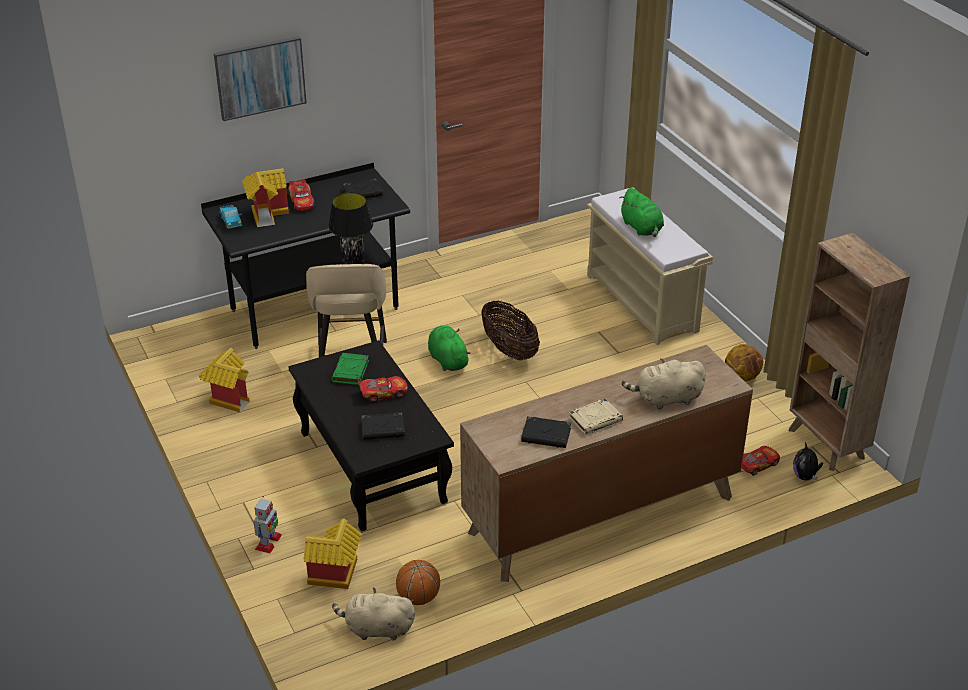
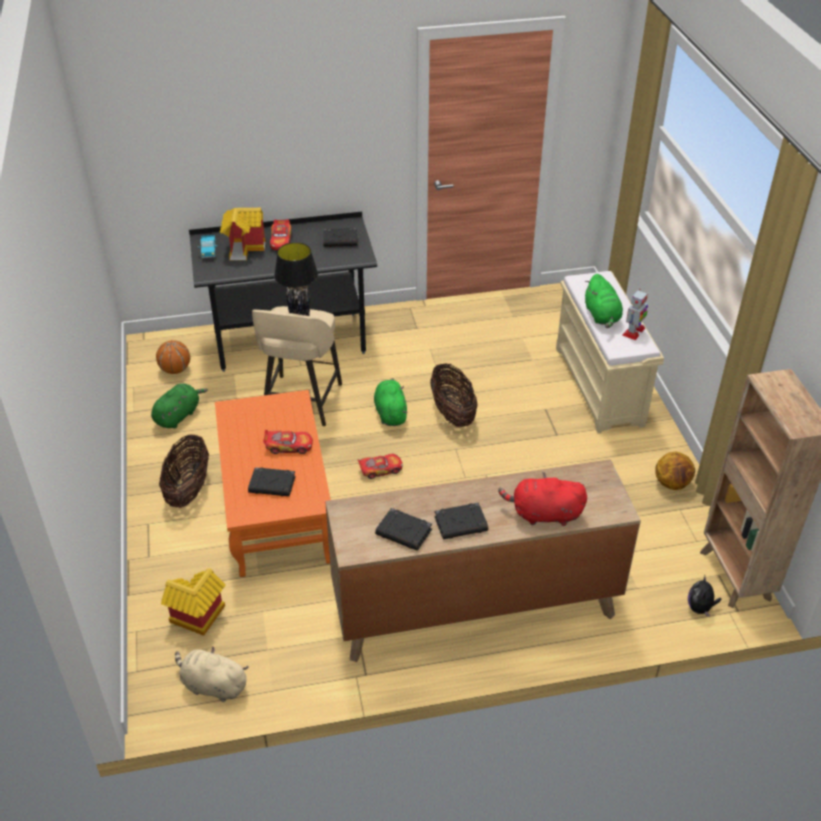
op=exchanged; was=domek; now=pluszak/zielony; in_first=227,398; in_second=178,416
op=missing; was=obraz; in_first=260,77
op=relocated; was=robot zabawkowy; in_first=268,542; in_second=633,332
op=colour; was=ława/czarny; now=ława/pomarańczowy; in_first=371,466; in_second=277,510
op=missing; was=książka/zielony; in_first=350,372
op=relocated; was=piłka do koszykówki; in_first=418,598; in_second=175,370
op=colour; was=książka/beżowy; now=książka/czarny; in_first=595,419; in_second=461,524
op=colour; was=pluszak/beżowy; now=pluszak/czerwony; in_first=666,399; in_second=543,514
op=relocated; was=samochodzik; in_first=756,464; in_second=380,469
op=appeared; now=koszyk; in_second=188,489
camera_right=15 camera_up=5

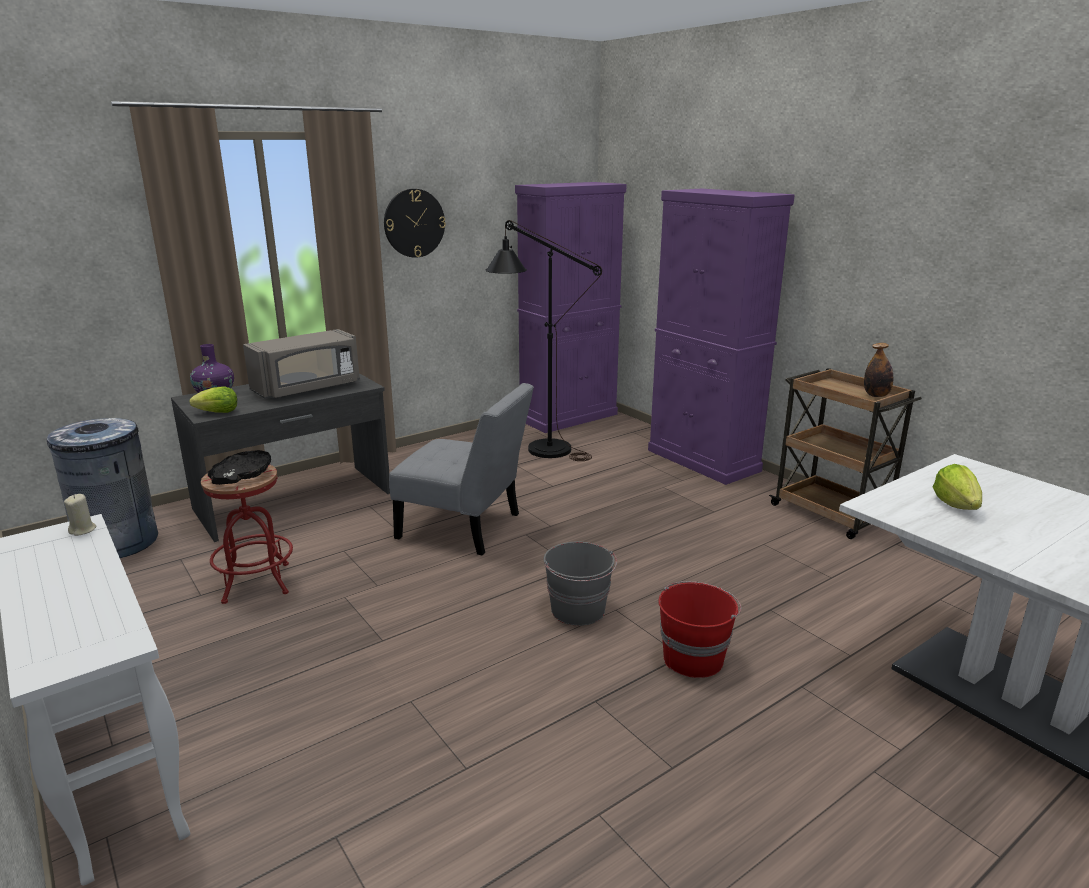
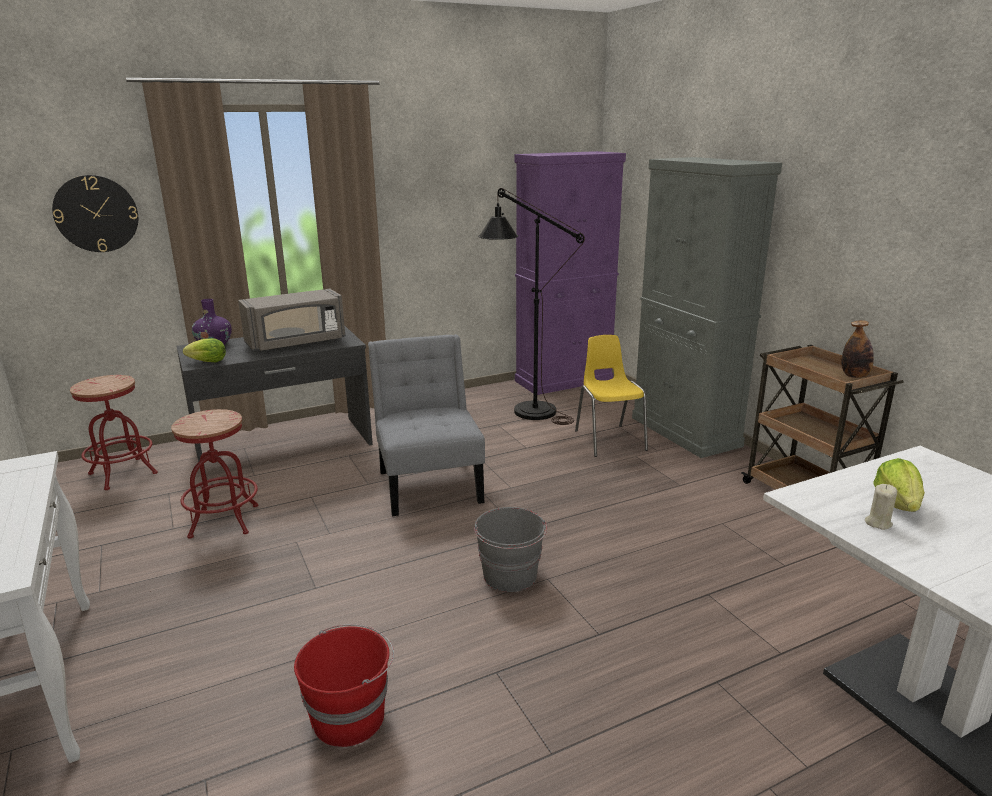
op=exchanged; was=kosz na śmieci/szary; now=stołek/czerwony; in_first=118,542; in_second=123,474
op=relocated; was=świeca/beżowy; in_first=83,530; in_second=878,523
op=missing; was=miska/czarny; in_first=241,476
op=relocated; was=zegar ścienny; in_first=414,223; in_second=96,214
op=spun; was=krzesło/szary; in_first=465,528; in_second=429,483; clockwise=-135
op=colour; was=szafka/fioletowy; now=szafka/szary; in_first=703,460; in_second=685,432
op=relocated; was=wiadro/czerwony; in_first=693,657; in_second=350,717
op=appeared; now=krzesło/żółty; in_second=609,440
camera_right=10 camera_up=0

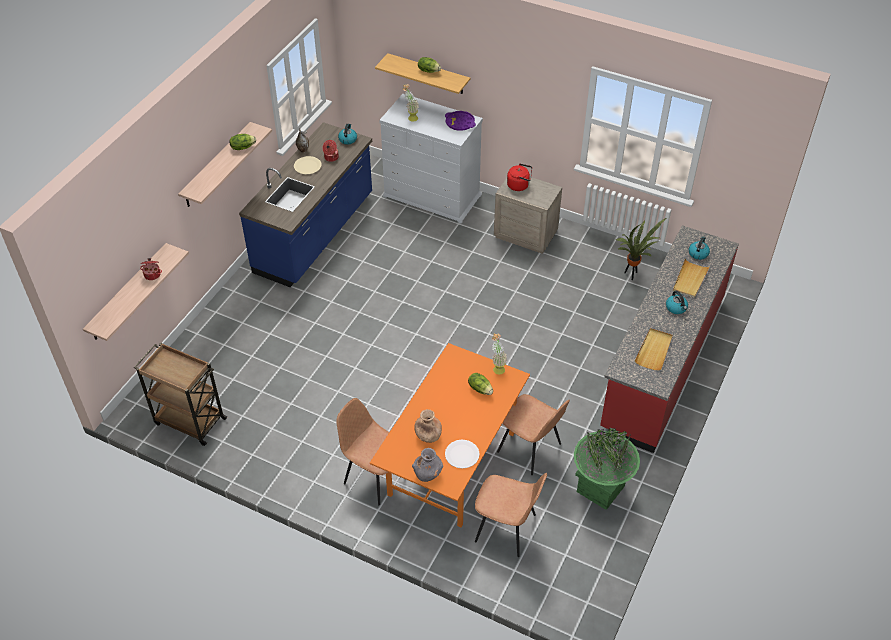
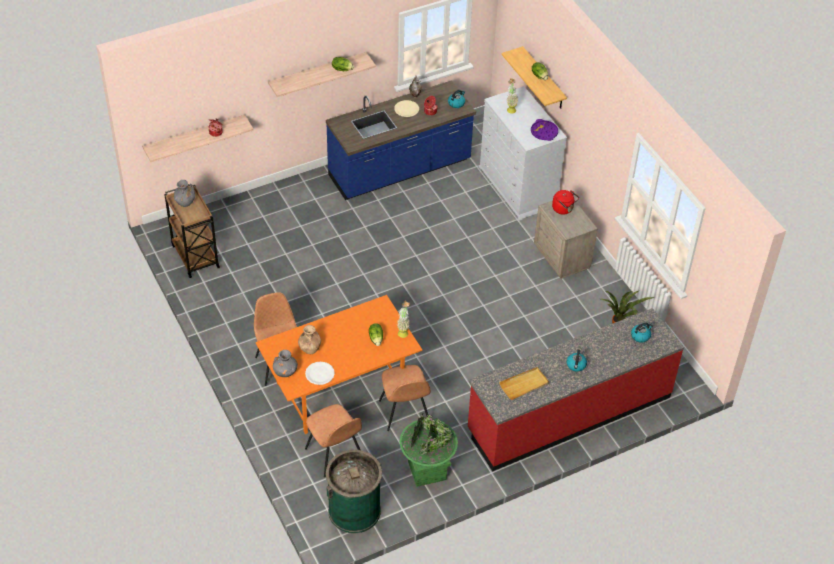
op=missing; was=taca/beżowy; in_first=690,280
op=appeared; now=wazon/szary; in_second=185,202
op=appeared; now=kosz na śmieci/zielony; in_second=354,510
camera_right=35 camera_up=0

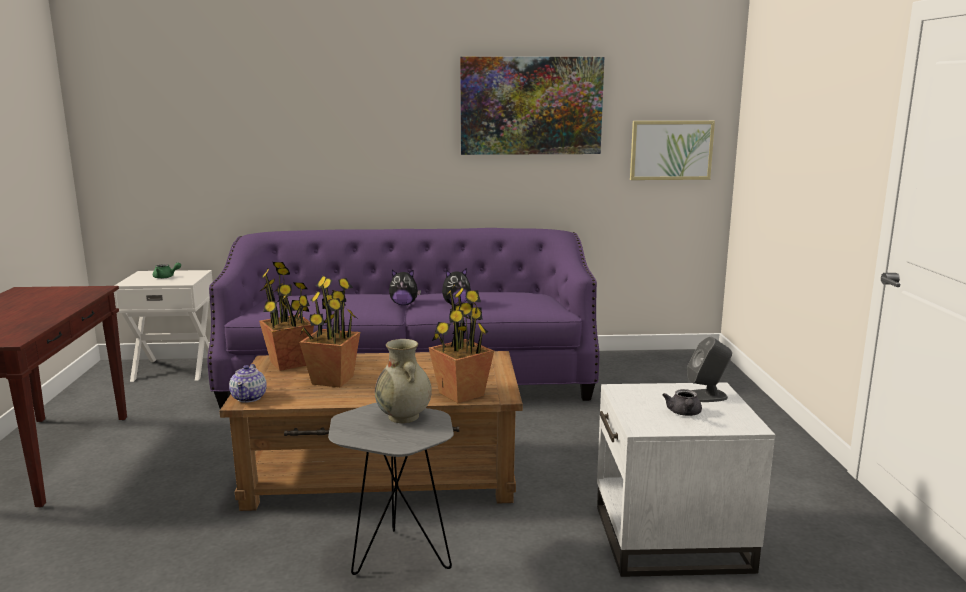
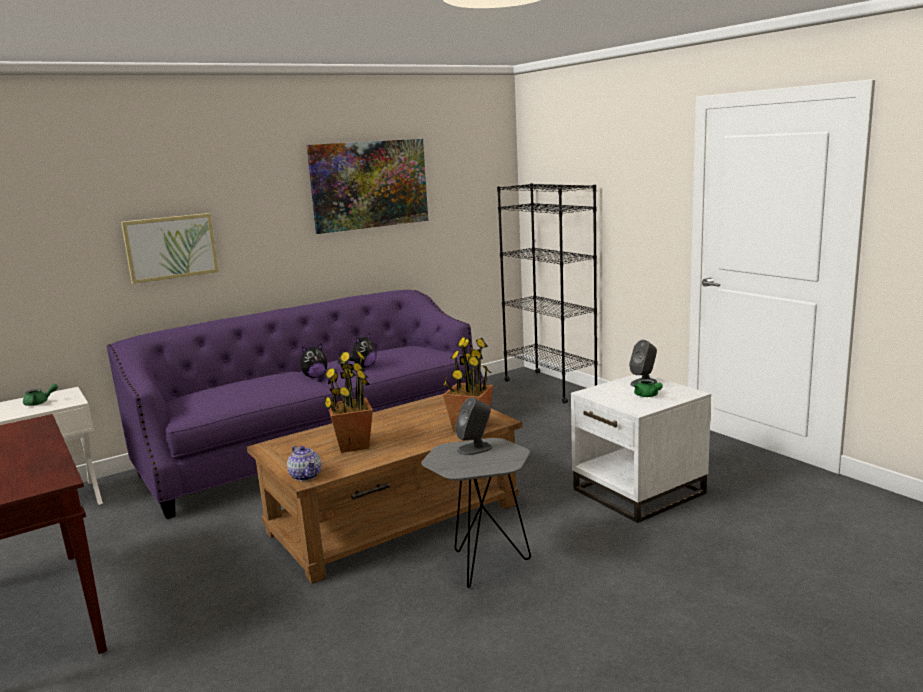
op=missing; was=roślina doniczkowa; in_first=289,363
op=exchanged; was=wazon/beżowy; now=głośnik/szary; in_first=404,417; in_second=475,448
op=relocated; was=obraz; in_first=671,150; in_second=171,247
op=colour; was=imbryk/szary; now=imbryk/zielony; in_first=684,413; in_second=647,396
op=appeared; now=regał/czarny; in_second=550,386
camera_right=-30 camera_up=0

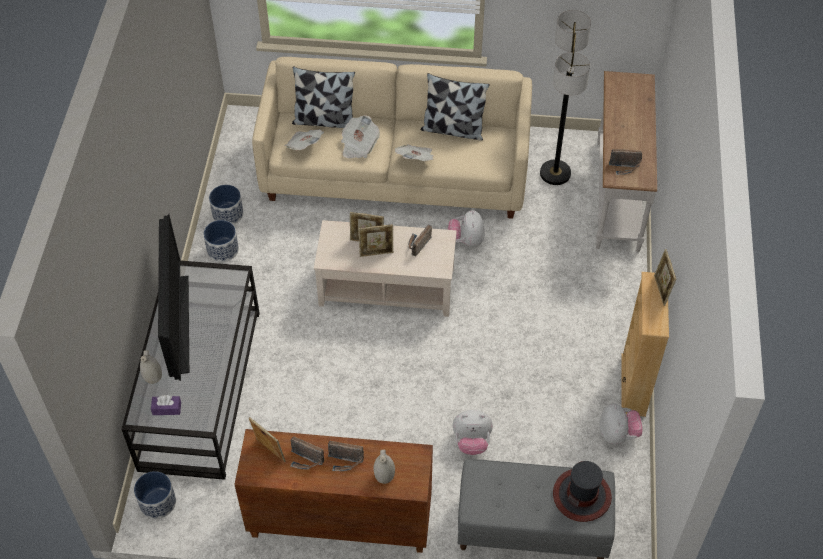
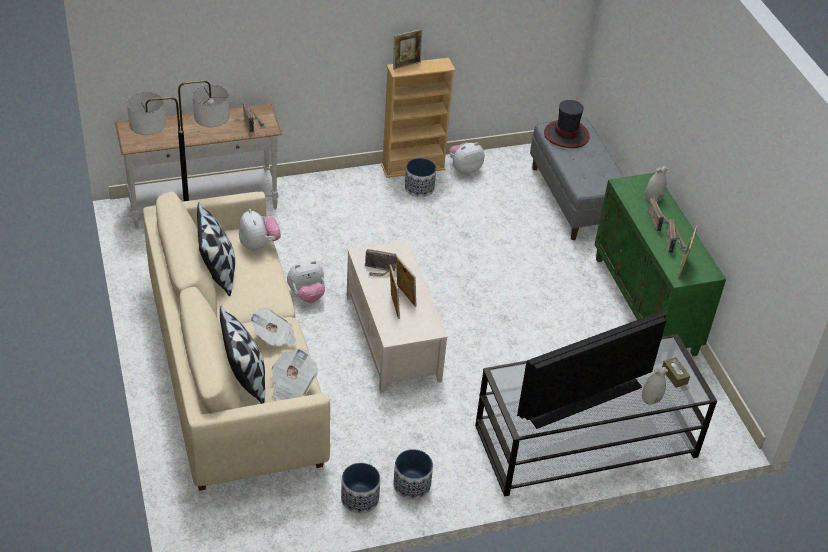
op=relocated; was=donica; in_first=158,502; in_second=419,188
op=colour; was=pudełko chusteczek/fioletowy; now=pudełko chusteczek/brązowy; in_first=167,408; in_second=674,376
op=colour; was=szafka/brązowy; now=szafka/zielony; in_first=339,522; in_second=646,306
op=missing; was=gazeta; in_first=416,160
op=relocated; was=pluszak; in_first=471,441; in_second=259,245
camera_right=-115 camera_up=-10

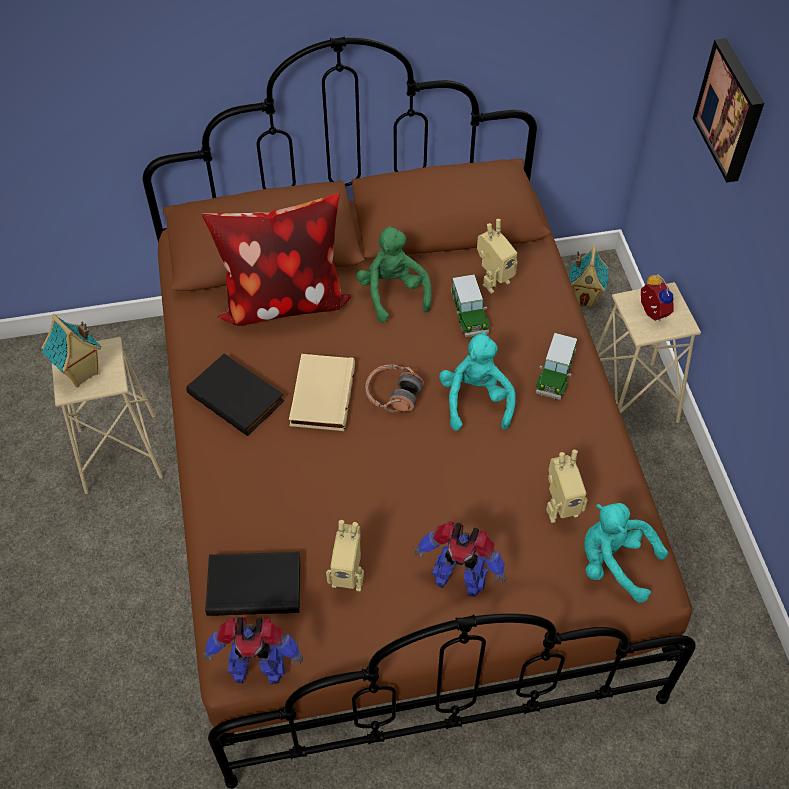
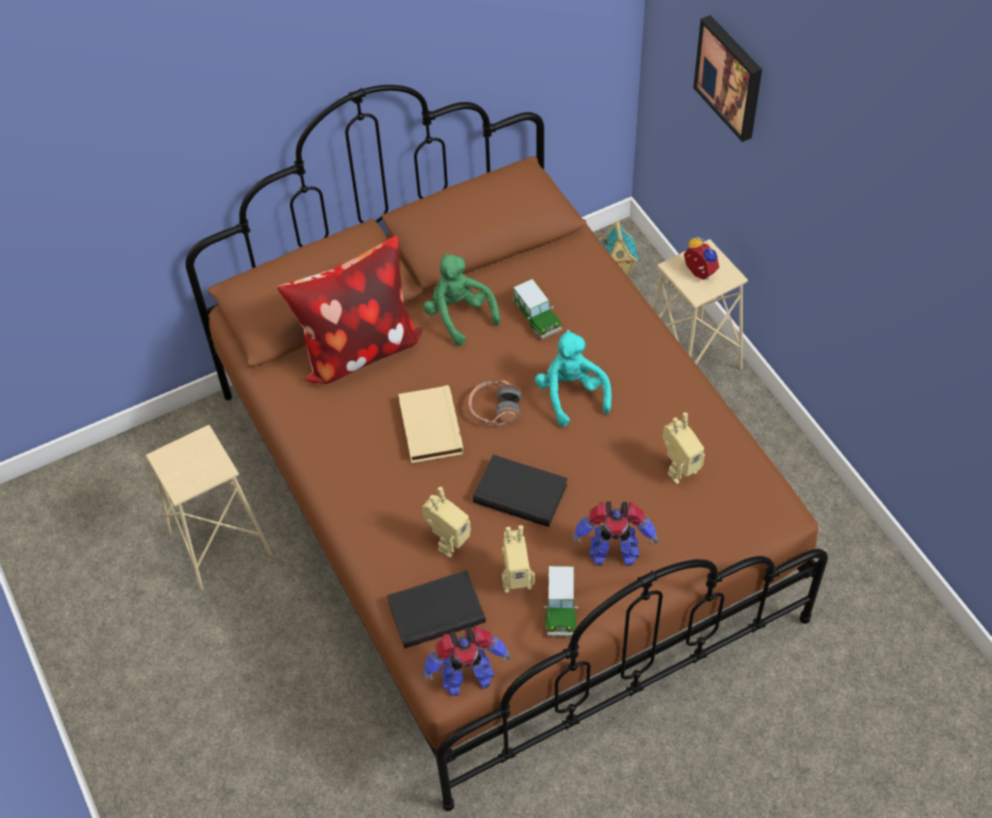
op=missing; was=domek; in_first=81,374
op=relocated; was=książka/czarny; in_first=238,397; in_second=521,492
op=relocated; was=robot zabawkowy; in_first=493,281; in_second=448,542
op=relocated; was=samochodzik; in_first=555,374; in_second=560,608
op=missing; was=pluszak/turkusowy; in_first=614,563
camera_right=-15 camera_up=0

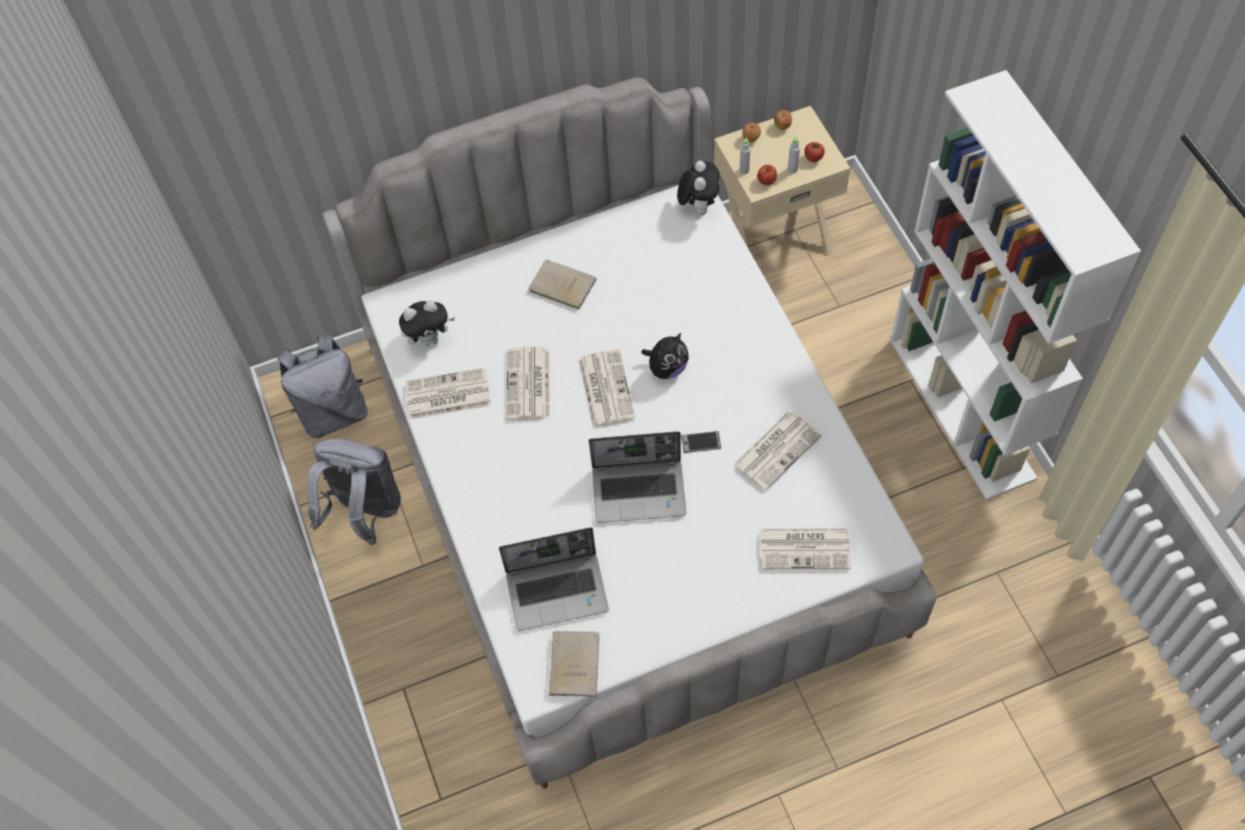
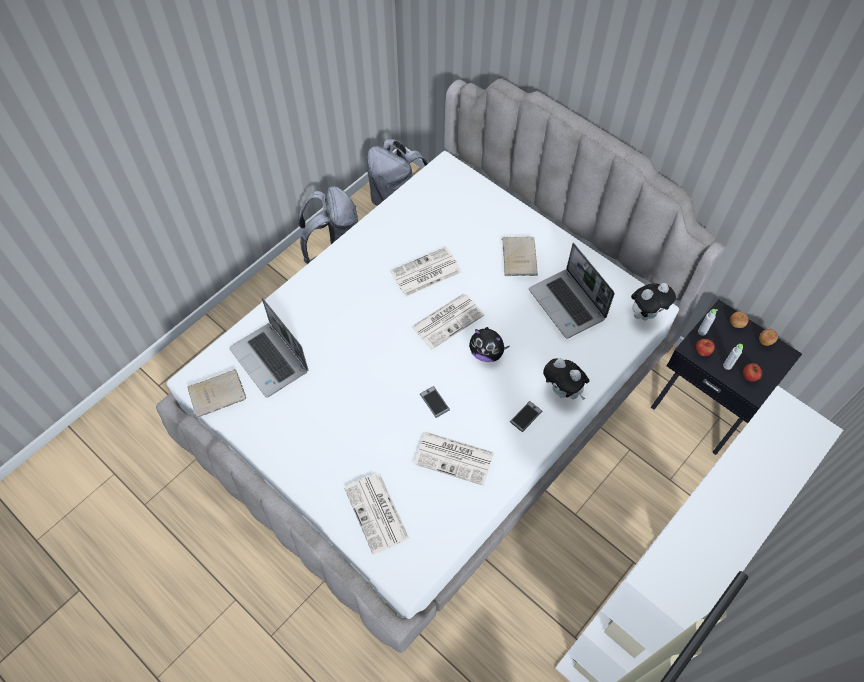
op=relocated; was=pluszak; in_first=430,338; in_second=563,391
op=missing; was=gazeta; in_first=446,395
op=relocated; was=laptop; in_first=640,491; in_second=568,305
op=colour; was=szafka nocna/beżowy; now=szafka nocna/czarny; in_first=774,236; in_second=703,405
op=appeared; now=telefon; in_second=525,416
camera_right=60 camera_up=0

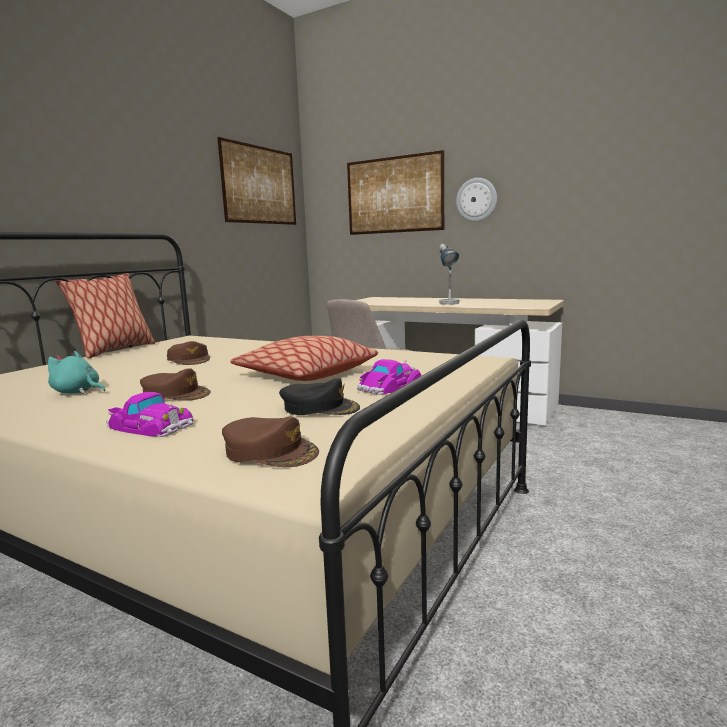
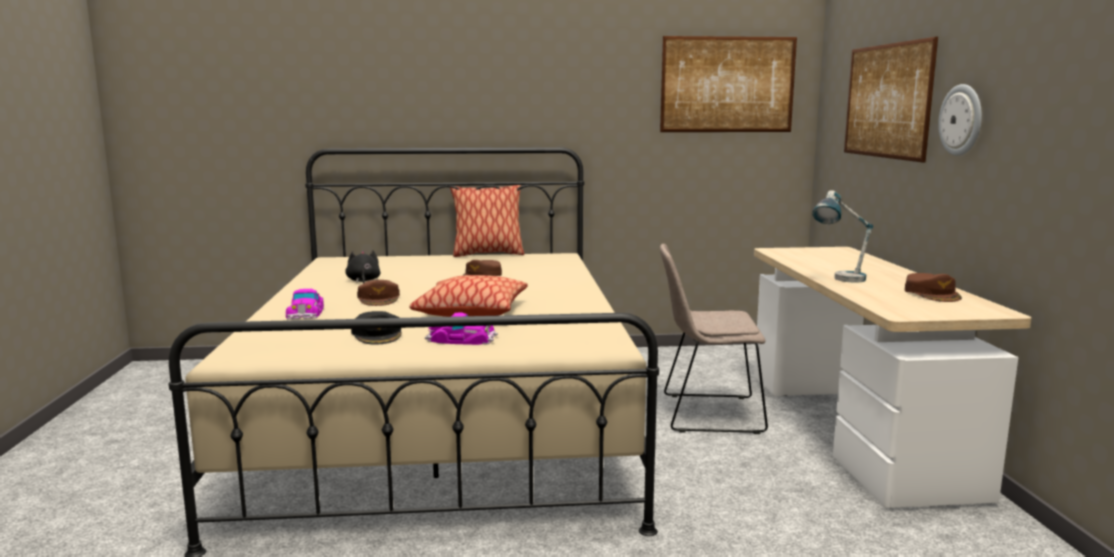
op=colour; was=pluszak/turkusowy; now=pluszak/czarny; in_first=78,392; in_second=363,281
op=relocated; was=czapka z daszkiem/brązowy; in_first=271,451; in_second=932,294
camera_right=55 camera_up=0

